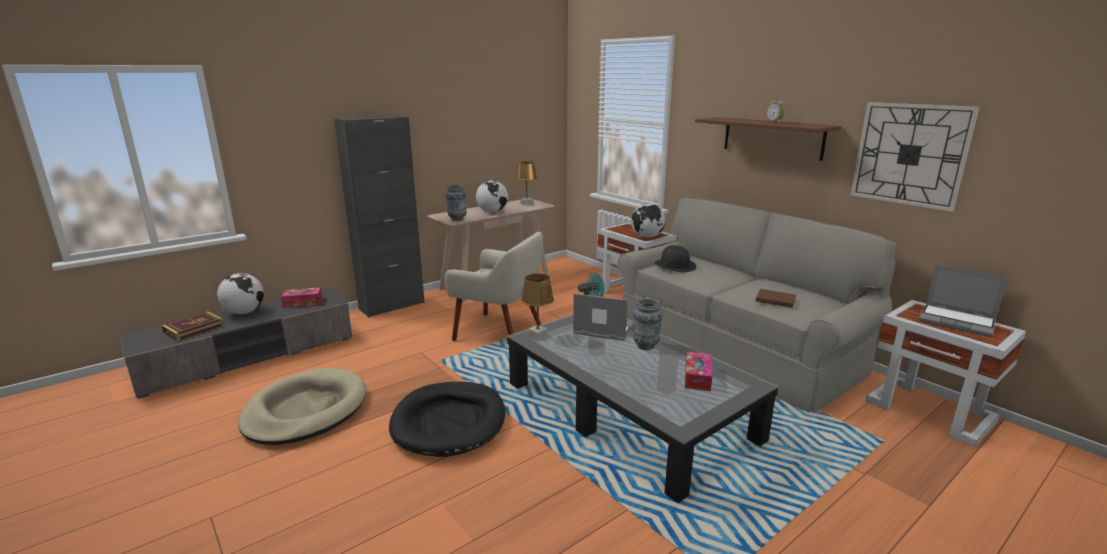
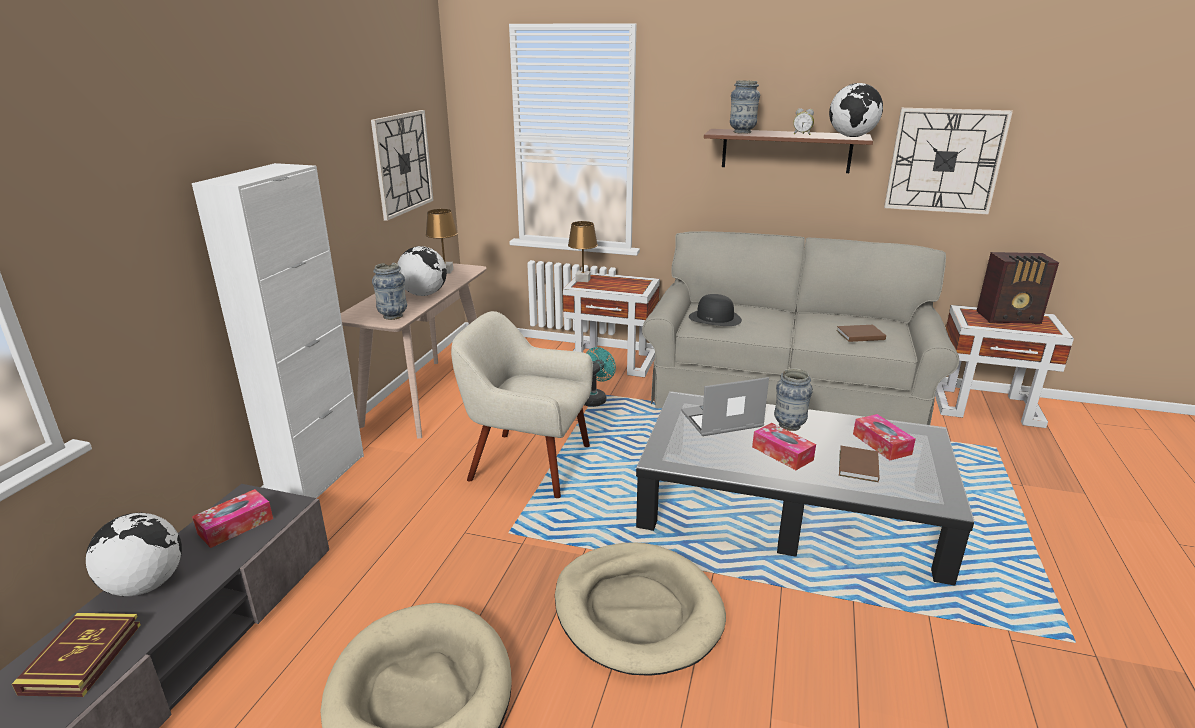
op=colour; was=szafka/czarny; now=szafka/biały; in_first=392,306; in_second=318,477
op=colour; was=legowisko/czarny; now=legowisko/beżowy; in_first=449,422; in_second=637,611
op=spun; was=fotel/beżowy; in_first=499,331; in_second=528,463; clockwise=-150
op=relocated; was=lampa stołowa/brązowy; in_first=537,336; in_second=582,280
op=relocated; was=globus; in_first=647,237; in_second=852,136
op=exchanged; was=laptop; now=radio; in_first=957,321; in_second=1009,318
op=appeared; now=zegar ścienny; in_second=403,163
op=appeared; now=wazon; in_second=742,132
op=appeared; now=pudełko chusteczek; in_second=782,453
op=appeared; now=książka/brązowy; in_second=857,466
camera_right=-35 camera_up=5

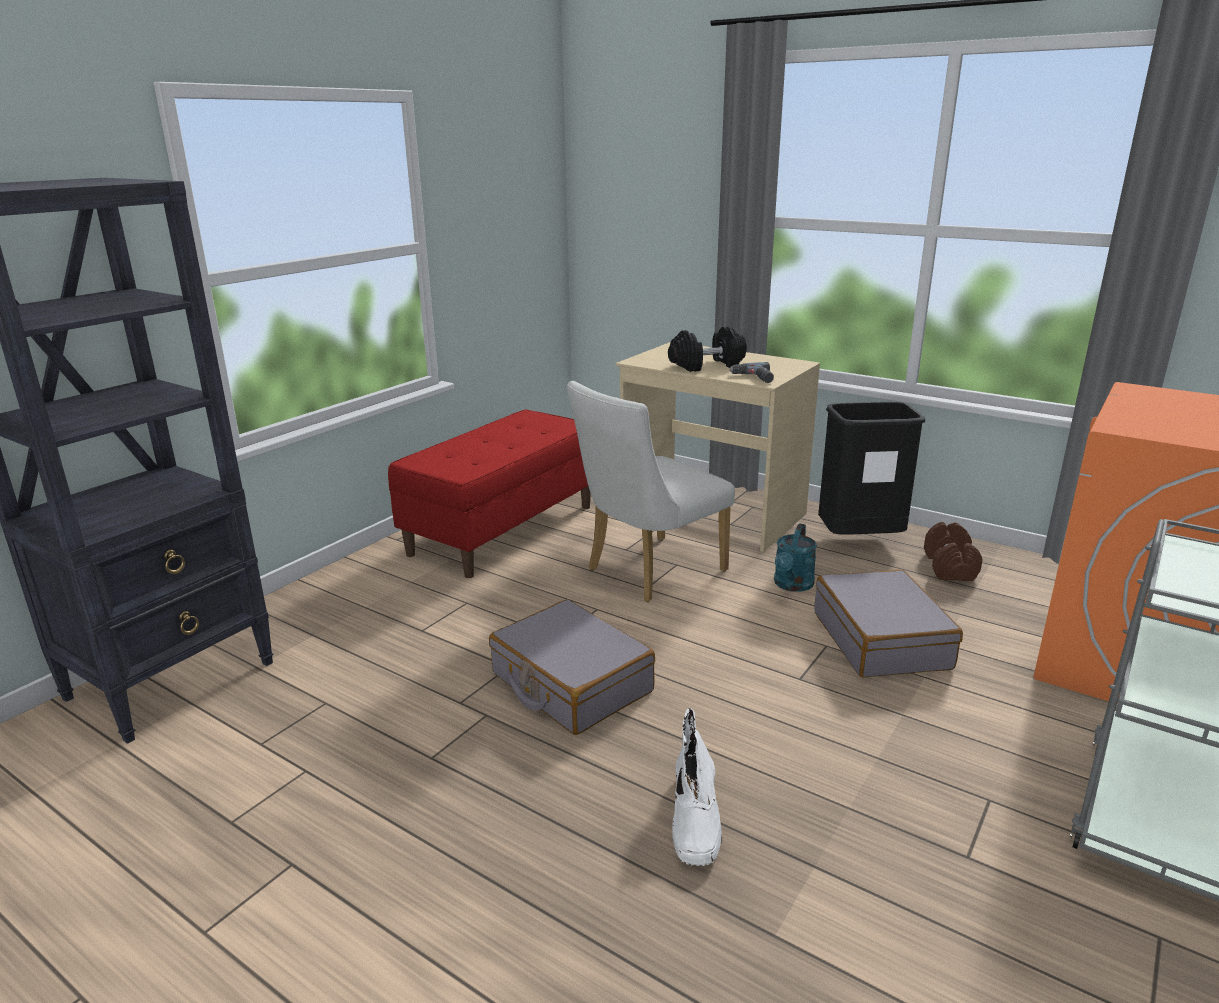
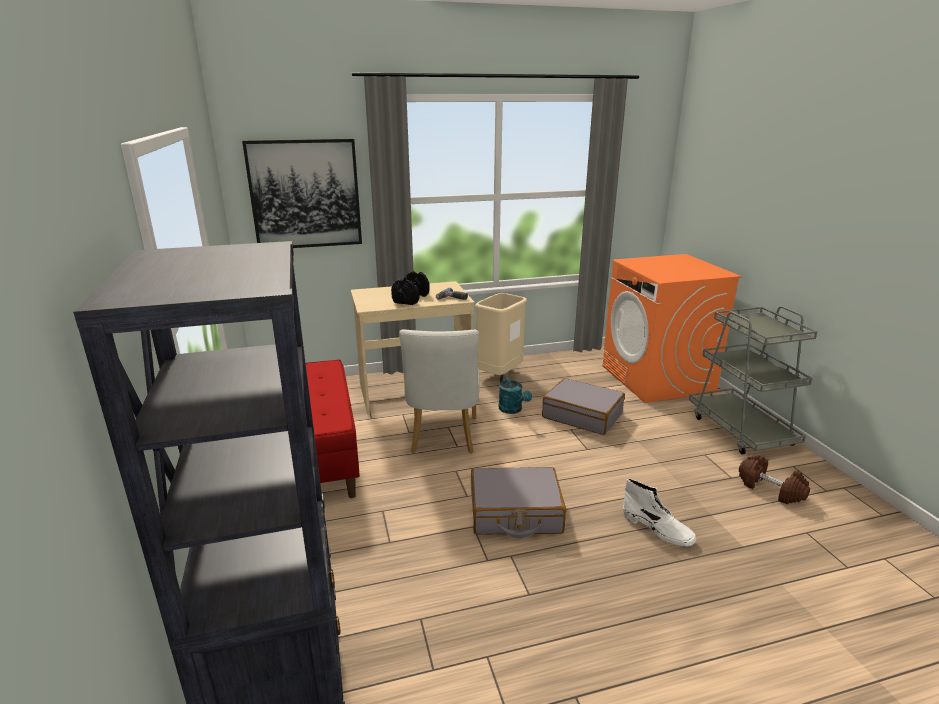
op=colour; was=kosz na śmieci/czarny; now=kosz na śmieci/beżowy; in_first=859,540; in_second=499,375
op=relocated; was=hantel/brązowy; in_first=950,567; in_second=771,489
op=appeared; now=obraz; in_second=305,194
camera_right=-50 camera_up=0

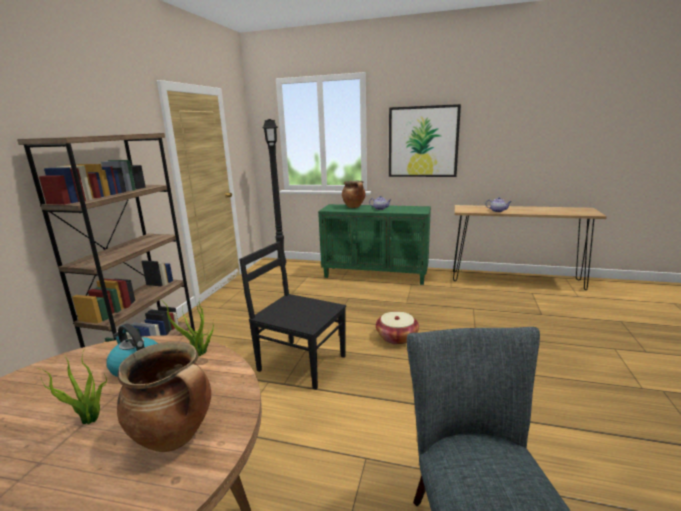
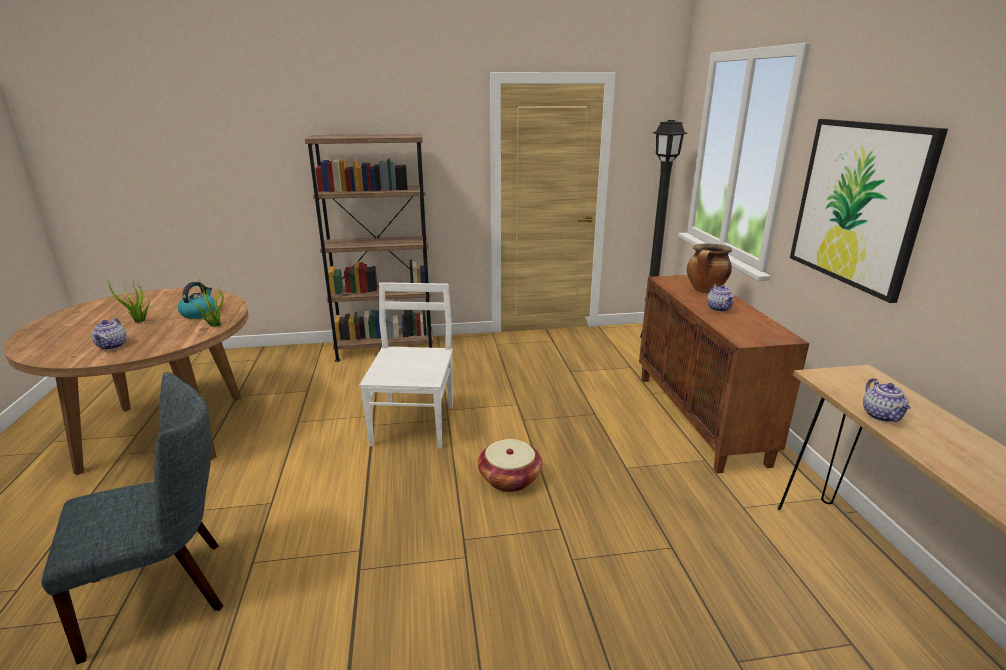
op=exchanged; was=garnek; now=imbryk; in_first=176,437; in_second=112,346
op=colour; was=krzesło/czarny; now=krzesło/biały; in_first=300,362; in_second=414,423
op=colour; was=szafka/zielony; now=szafka/brązowy; in_first=375,275; in_second=700,418
camera_right=65 camera_up=5

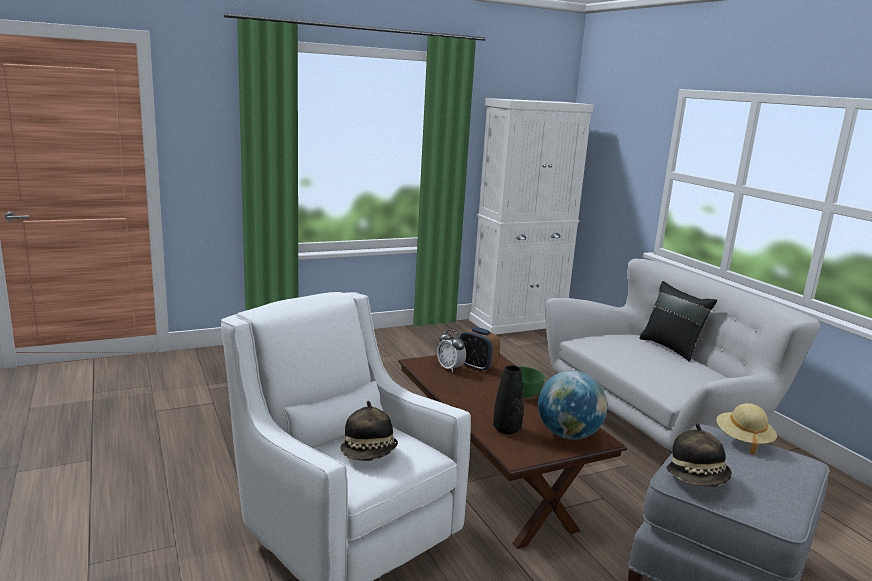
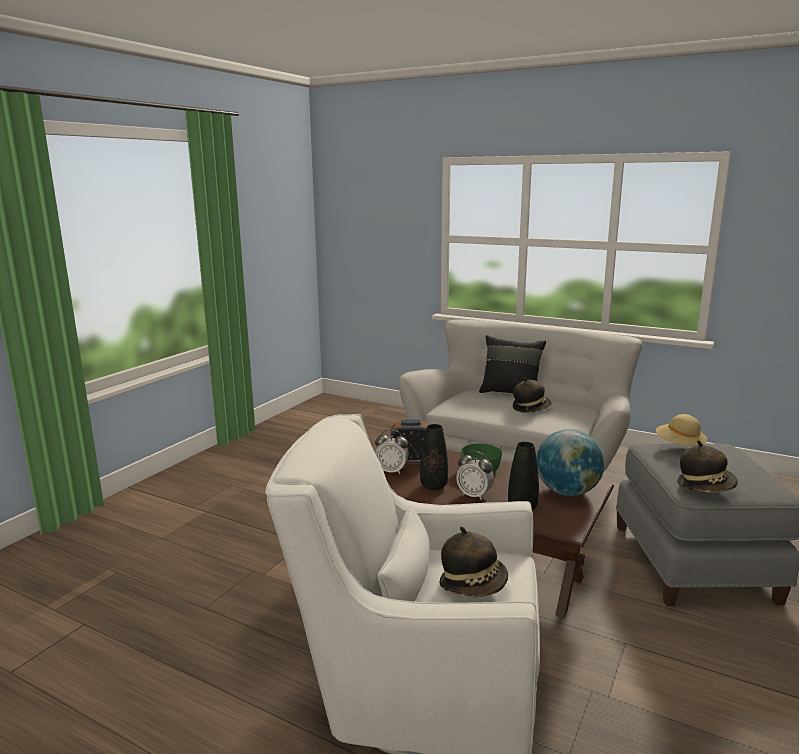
op=missing; was=szafka/biały; in_first=518,323
op=appeared; now=wazon/czarny; in_second=434,486
op=appeared; now=budzik; in_second=474,495
op=appeared; now=kapelusz; in_second=531,408
camera_right=-35 camera_up=0

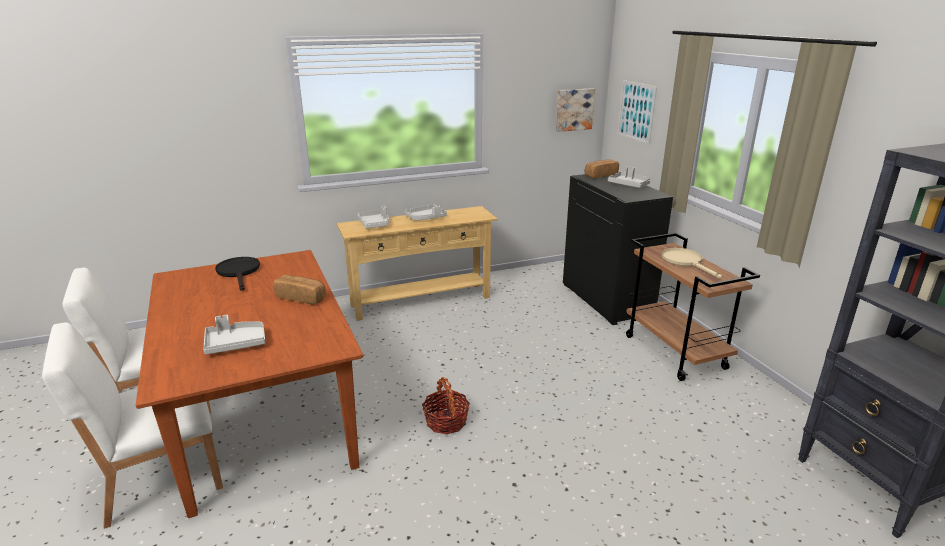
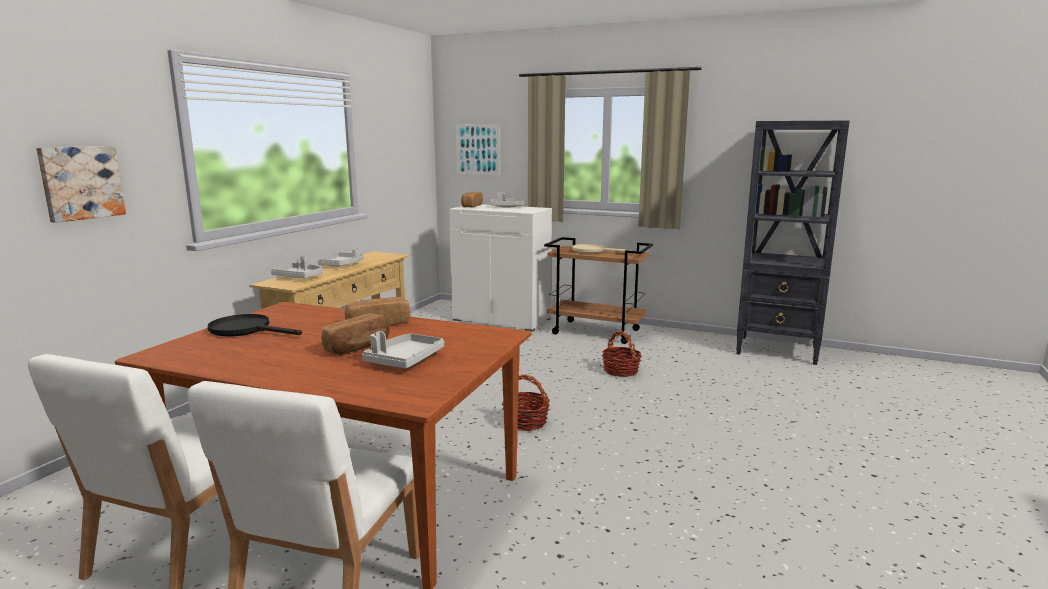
op=relocated; was=obraz; in_first=574,109; in_second=81,182
op=colour; was=szafka/czarny; now=szafka/biały; in_first=607,299; in_second=502,319
op=appeared; now=chleb; in_second=358,346
op=appeared; now=koszyk; in_second=620,371
camera_right=-45 camera_up=-10

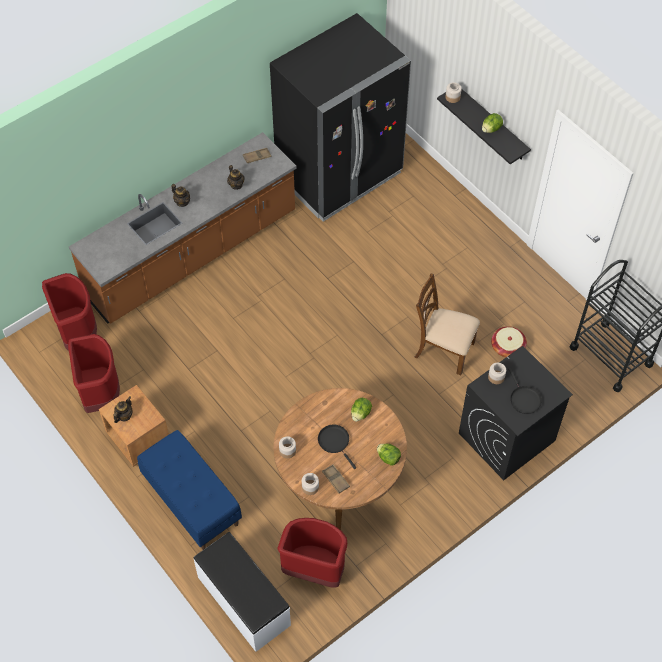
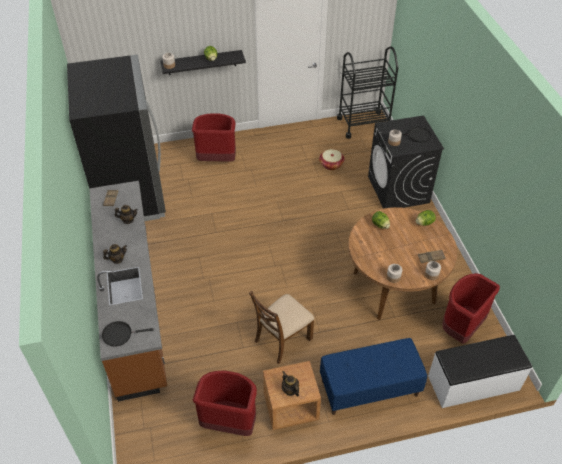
op=relocated; was=kosz na śmieci/czerwony; in_first=77,332; in_second=217,159
op=relocated; was=patelnia/czarny; in_first=335,442; in_second=119,334
op=relocated; was=krzesło/brązowy; in_first=443,349; in_second=282,339
camera_right=-65 camera_up=-10

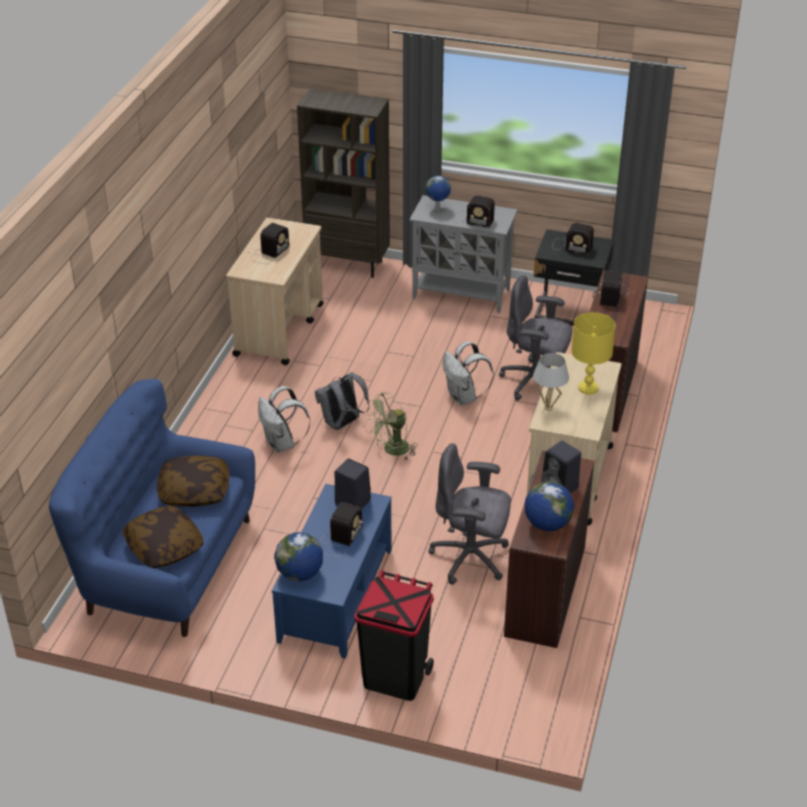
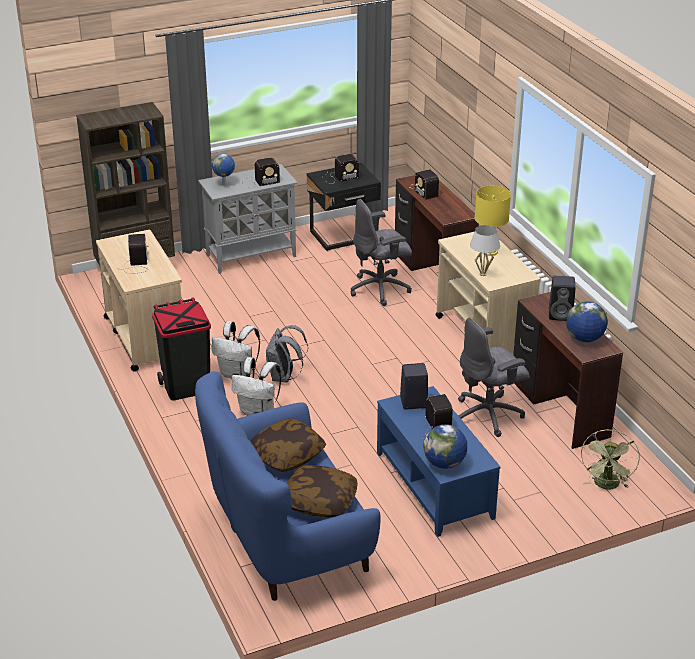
op=relocated; was=kosz na śmieci/czarny; in_first=395,677; in_second=186,386
op=relocated; was=wentylator/zielony; in_first=392,451; in_second=607,486
op=relocated; was=plecak/biały; in_first=464,397; in_second=238,374
camera_right=-40 camera_up=-5

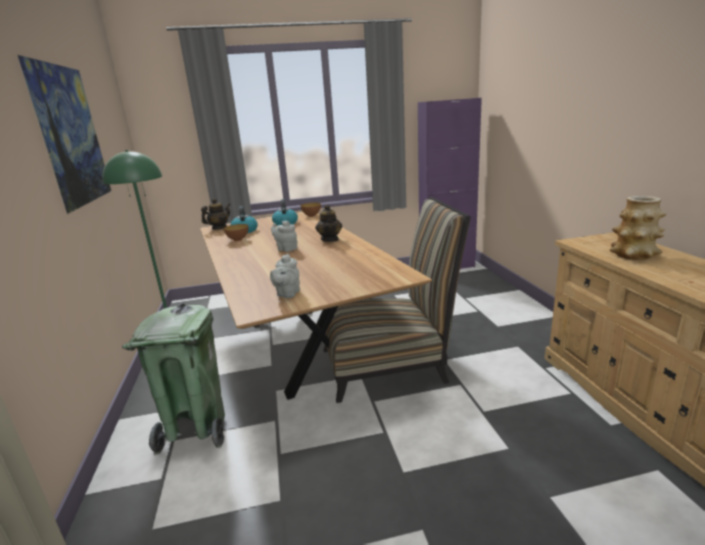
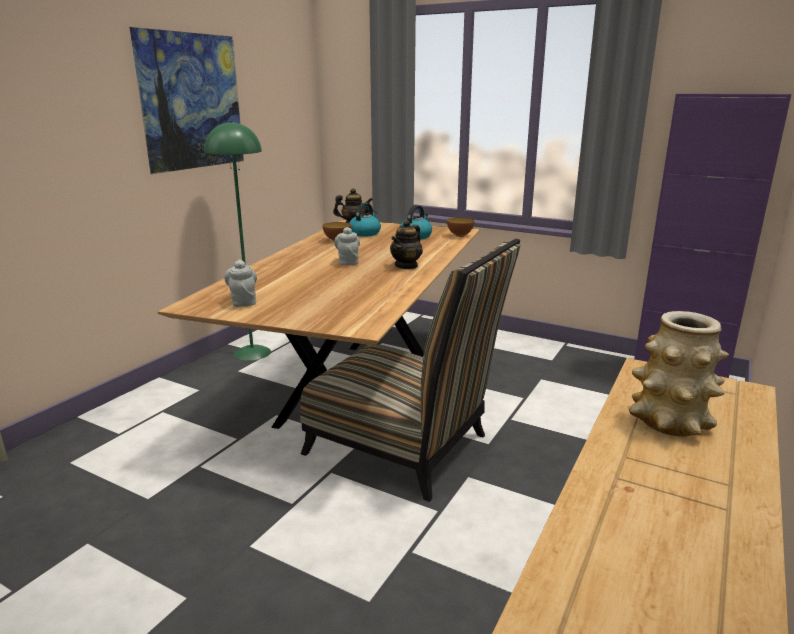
op=missing; was=kosz na śmieci/zielony; in_first=196,429
op=spun; was=imbryk/szary; in_first=287,294; in_second=243,301; clockwise=105
camera_right=40 camera_up=0

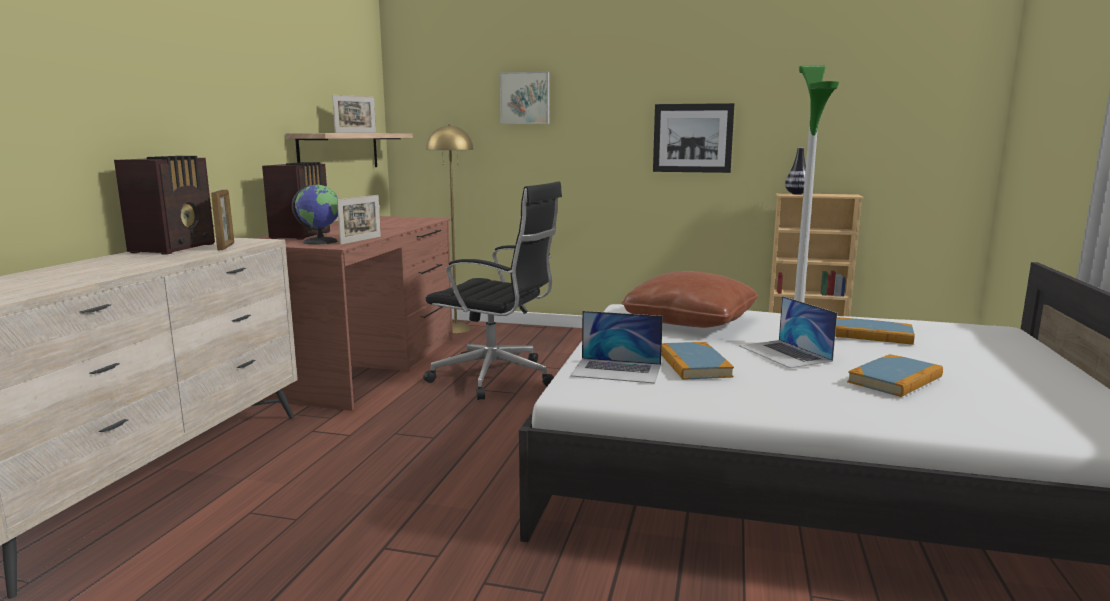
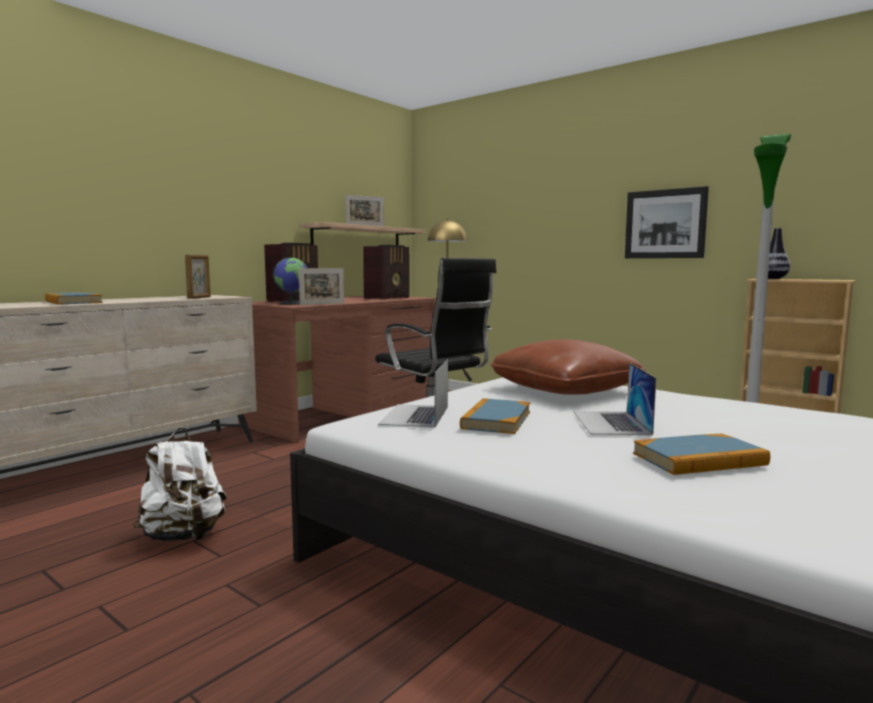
op=relocated; was=radio; in_first=175,248; in_second=388,298
op=missing; was=obraz; in_first=525,98
op=spun; was=laptop; in_first=617,370; in_second=415,415; clockwise=60
op=relocated; was=książka; in_first=871,334; in_second=73,302
op=appeared; now=plecak/biały; in_second=184,536
camera_right=25 camera_up=-5

